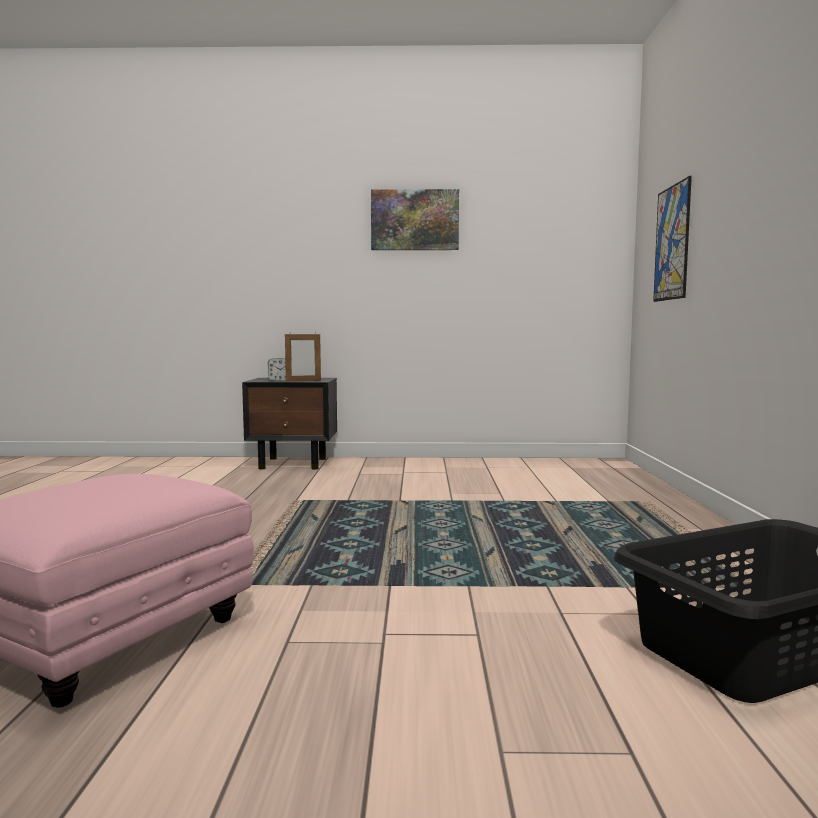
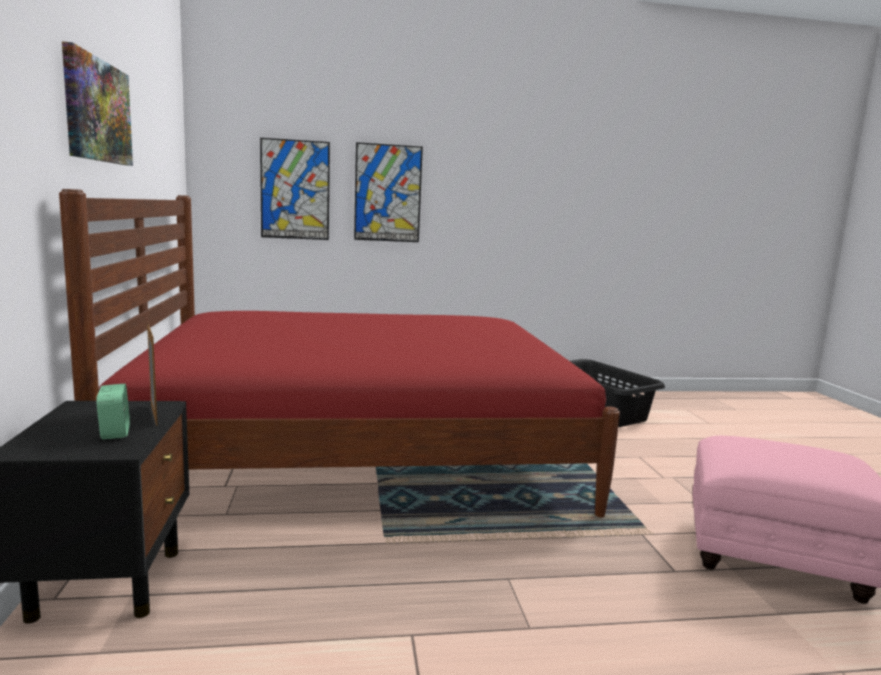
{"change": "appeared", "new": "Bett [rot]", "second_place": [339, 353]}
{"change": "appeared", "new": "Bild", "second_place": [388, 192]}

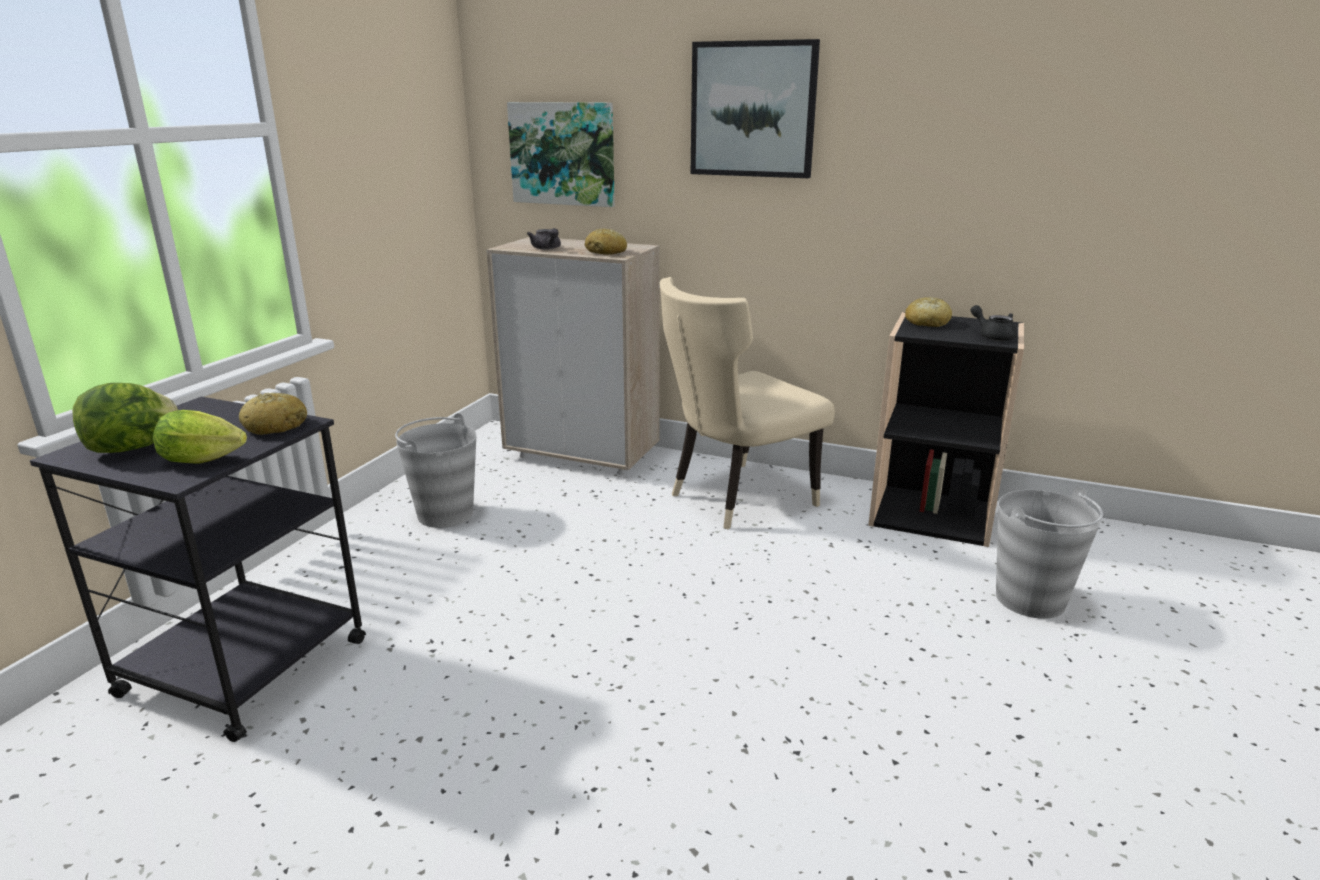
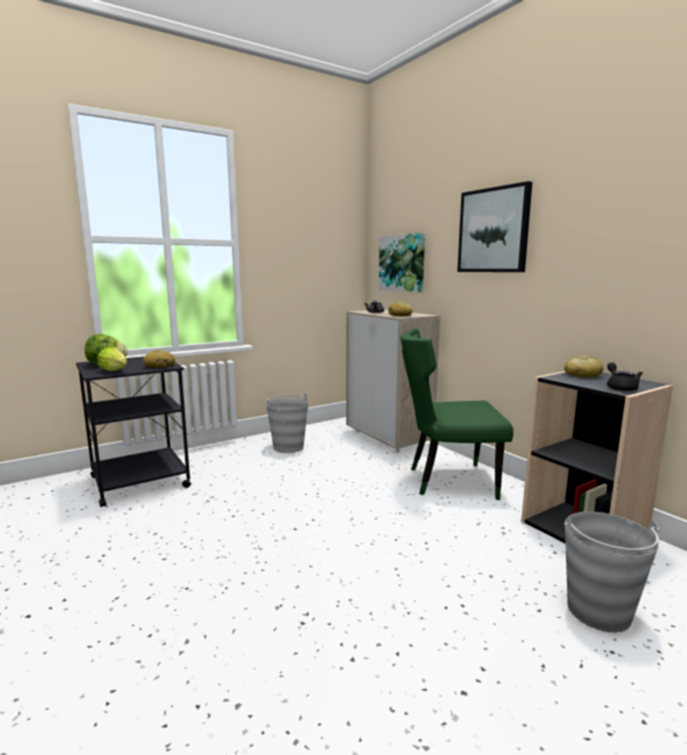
{"change": "colour", "old": "Stuhl [beige]", "new": "Stuhl [grün]", "first_place": [747, 403], "second_place": [457, 414]}

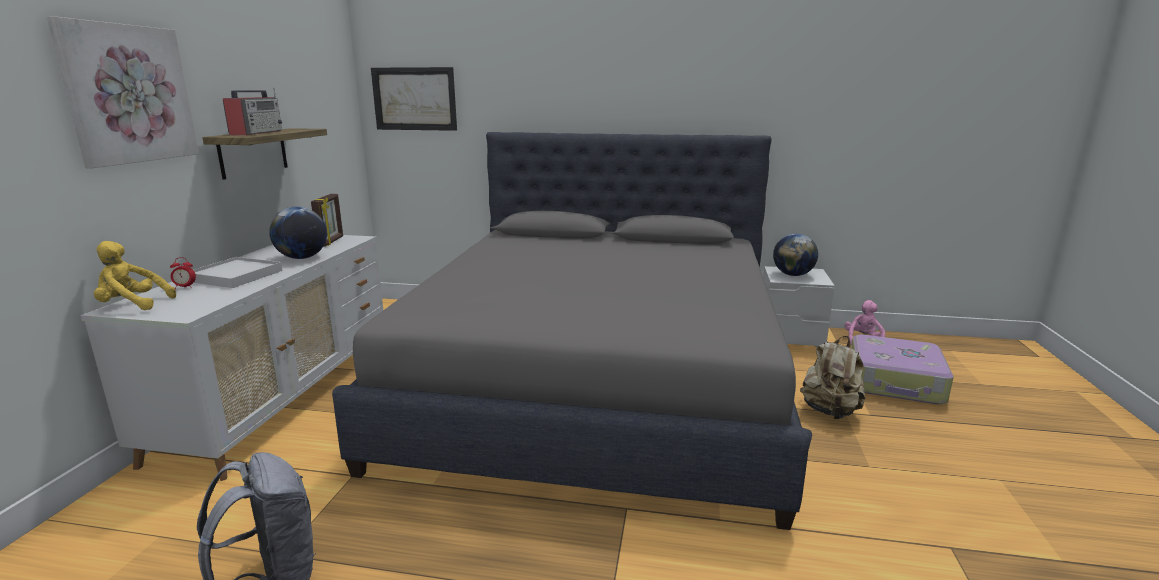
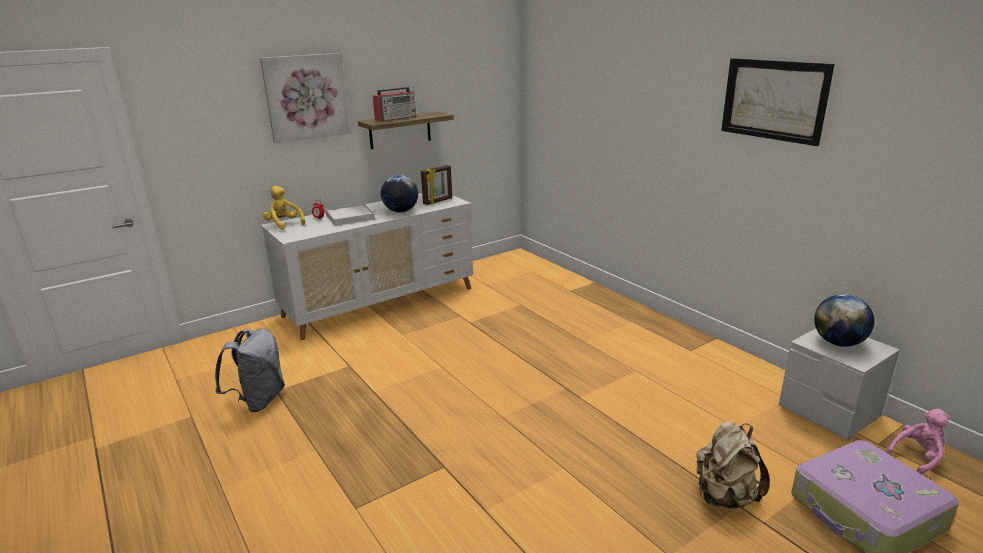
{"change": "relocated", "old": "Bild", "first_place": [414, 99], "second_place": [778, 102]}
{"change": "missing", "old": "Bett [grau]", "first_place": [572, 331]}

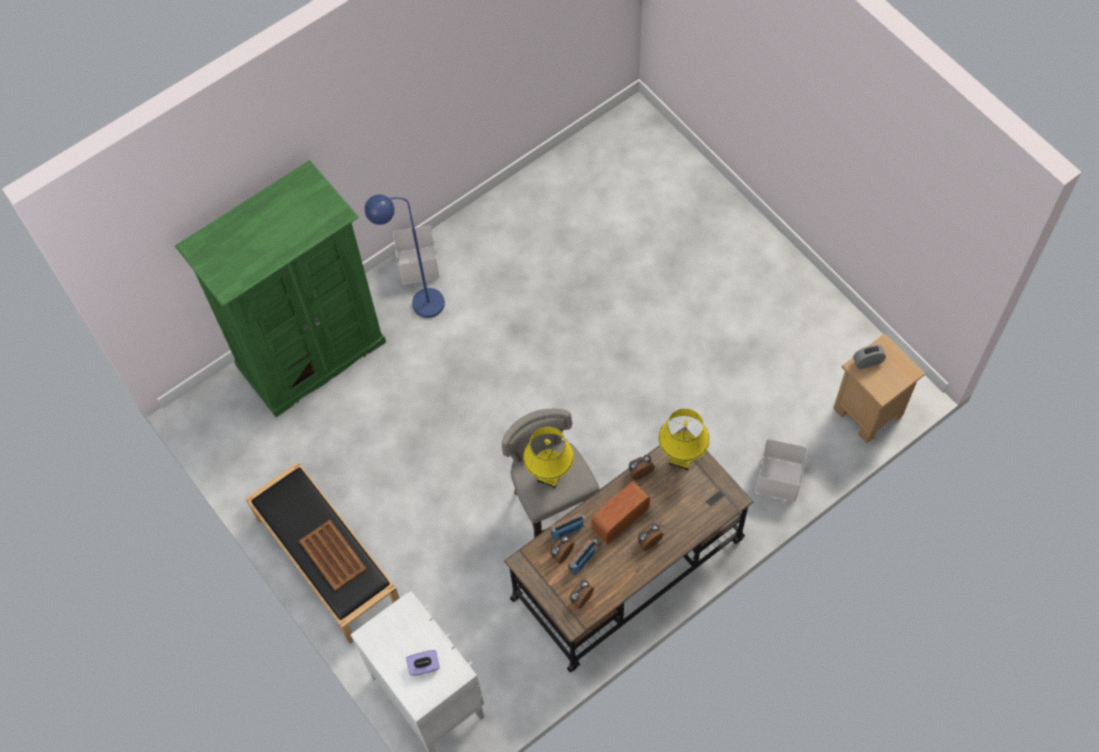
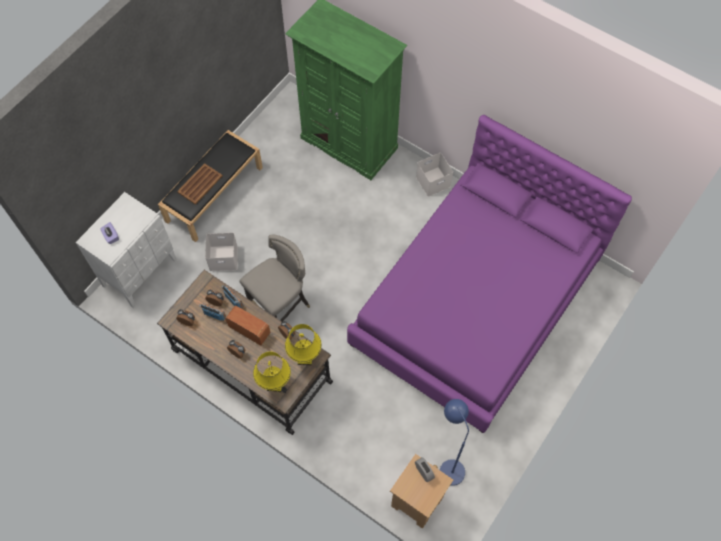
{"change": "relocated", "old": "Aufbewahrungsbox [weiß]", "first_place": [781, 470], "second_place": [221, 252]}
{"change": "relocated", "old": "Tischlampe [gelb]", "first_place": [548, 457], "second_place": [272, 372]}
{"change": "appeared", "new": "Bett [lila]", "second_place": [489, 274]}
{"change": "relocated", "old": "Stehlampe [blau]", "first_place": [405, 256], "second_place": [454, 442]}

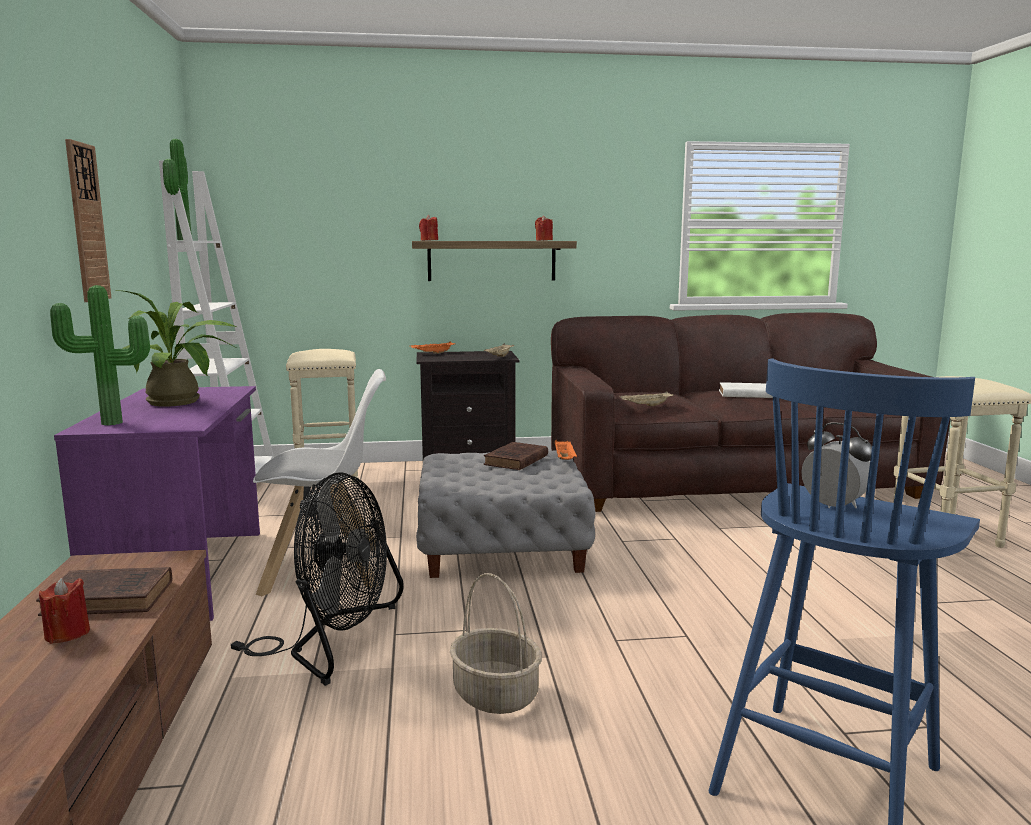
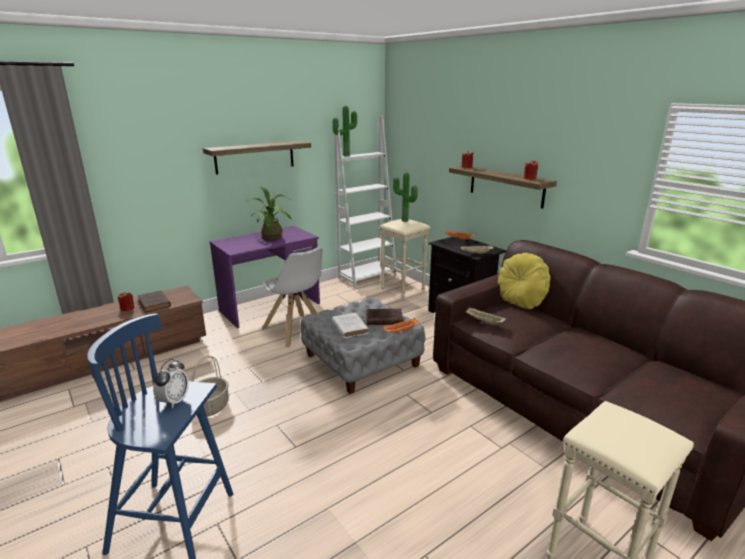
{"change": "exchanged", "old": "Wanduhr", "new": "Wandregal", "first_place": [88, 220], "second_place": [257, 158]}
{"change": "relocated", "old": "Buch [weiß]", "first_place": [746, 390], "second_place": [350, 325]}
{"change": "relocated", "old": "Topfpflanze", "first_place": [100, 355], "second_place": [405, 197]}
{"change": "appeared", "new": "Kissen [gelb]", "second_place": [524, 281]}
{"change": "missing", "old": "Ventilator [schwarz]", "first_place": [317, 579]}

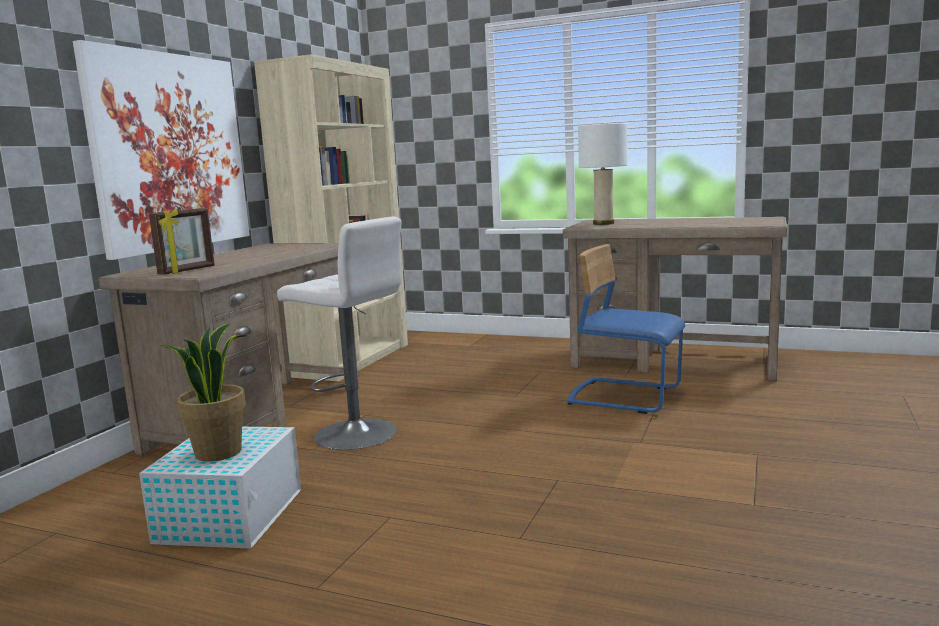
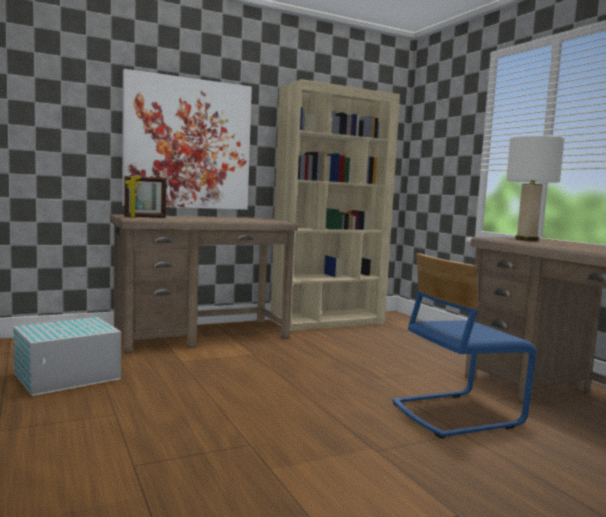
{"change": "spun", "old": "Stuhl [blau]", "first_place": [626, 329], "second_place": [465, 346], "degrees": -90}
{"change": "missing", "old": "Topfpflanze", "first_place": [204, 392]}
{"change": "missing", "old": "Hocker [weiß]", "first_place": [339, 333]}

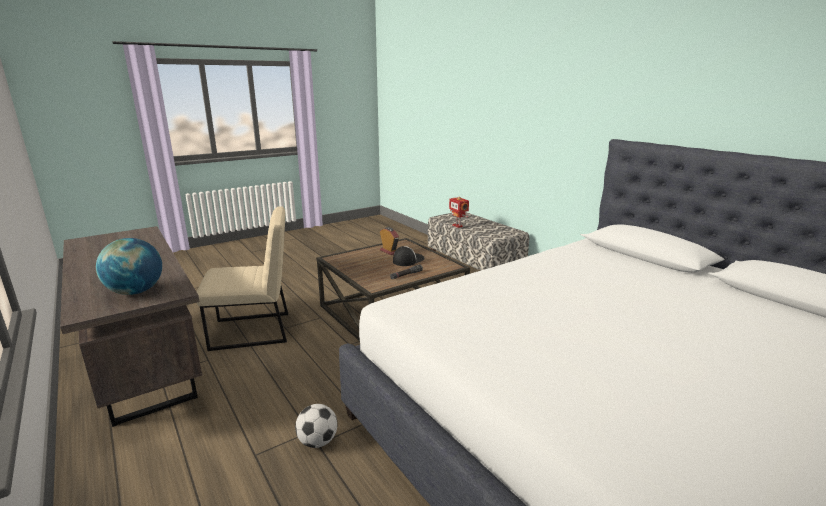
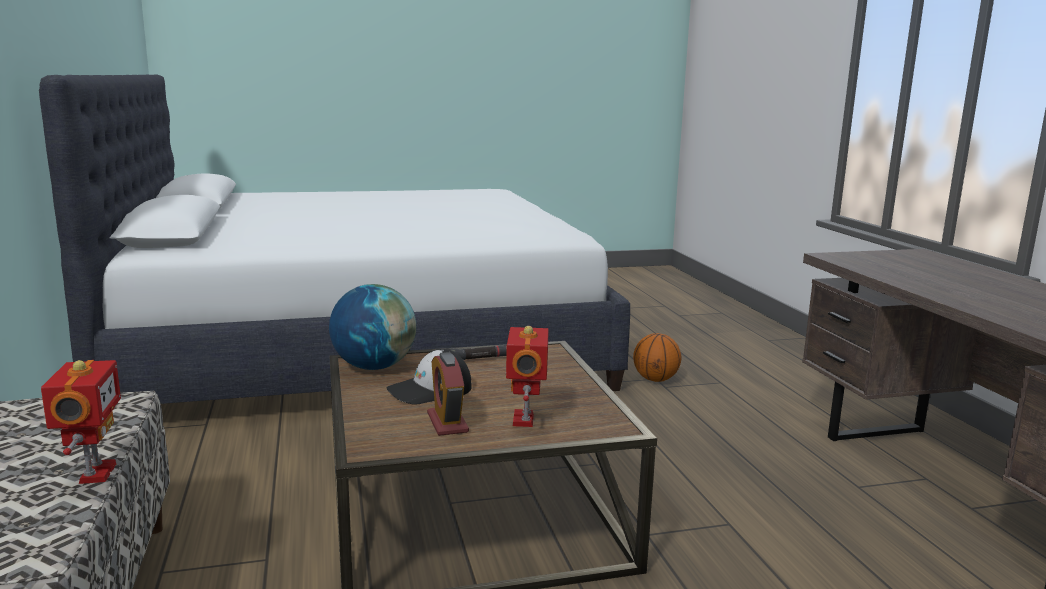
{"change": "relocated", "old": "Globus", "first_place": [129, 266], "second_place": [372, 327]}
{"change": "appeared", "new": "Spielzeugroboter", "second_place": [527, 376]}
{"change": "exchanged", "old": "Fußball", "new": "Basketball", "first_place": [316, 426], "second_place": [657, 357]}
{"change": "missing", "old": "Stuhl [beige]", "first_place": [242, 278]}

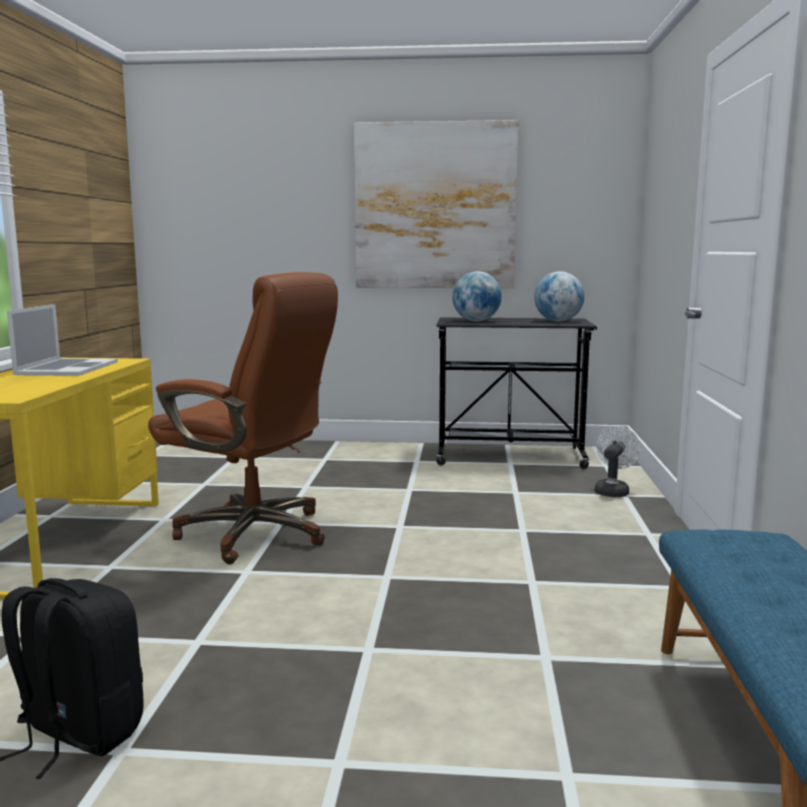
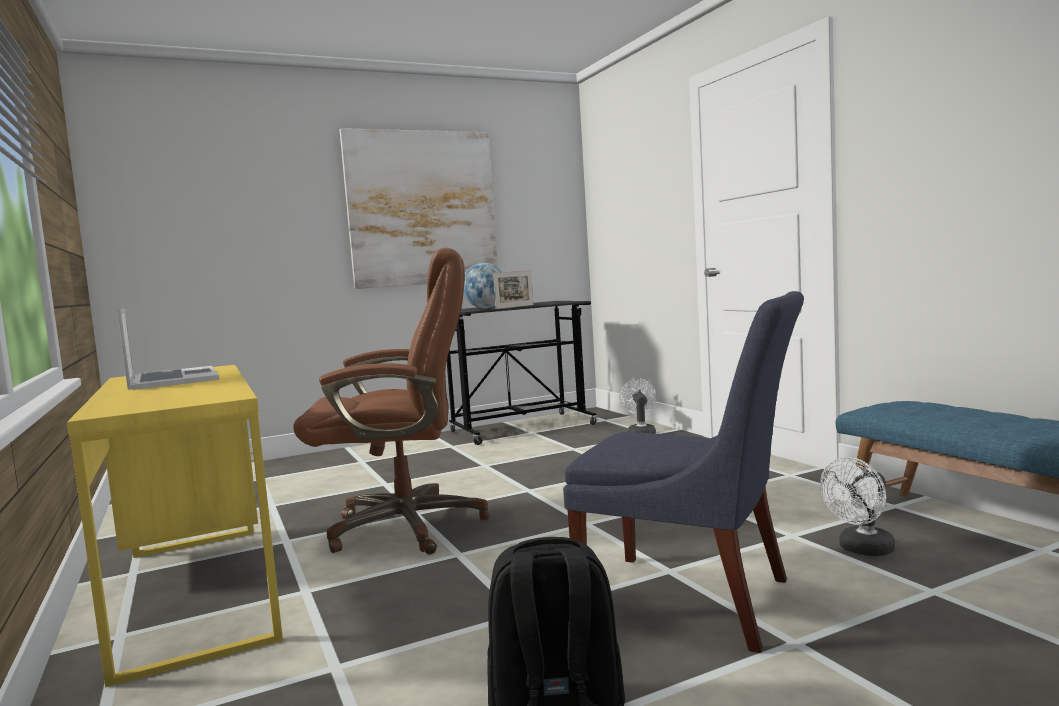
{"change": "appeared", "new": "Bilderrahmen", "second_place": [513, 289]}
{"change": "appeared", "new": "Stuhl [blau]", "second_place": [683, 472]}
{"change": "appeared", "new": "Ventilator [weiß]", "second_place": [857, 506]}
{"change": "missing", "old": "Globus", "first_place": [559, 296]}

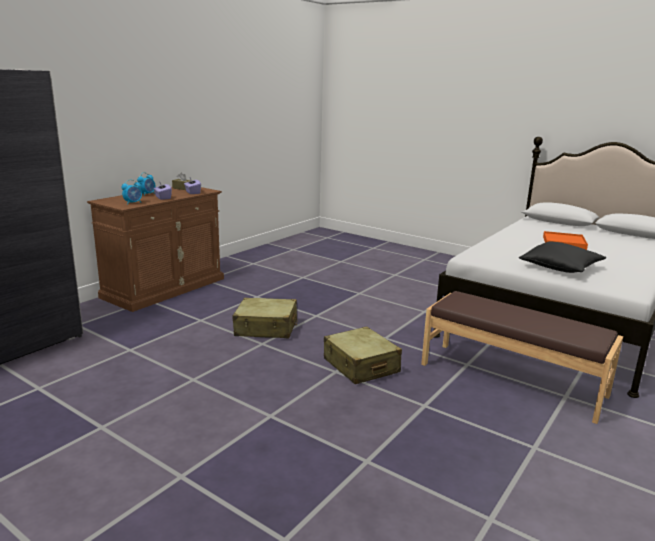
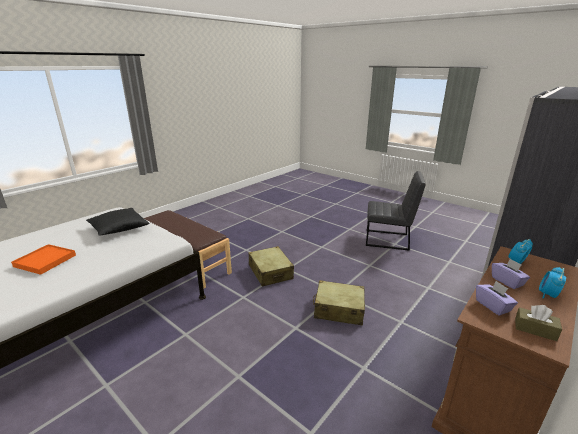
{"change": "appeared", "new": "Stuhl [grau]", "second_place": [396, 211]}

